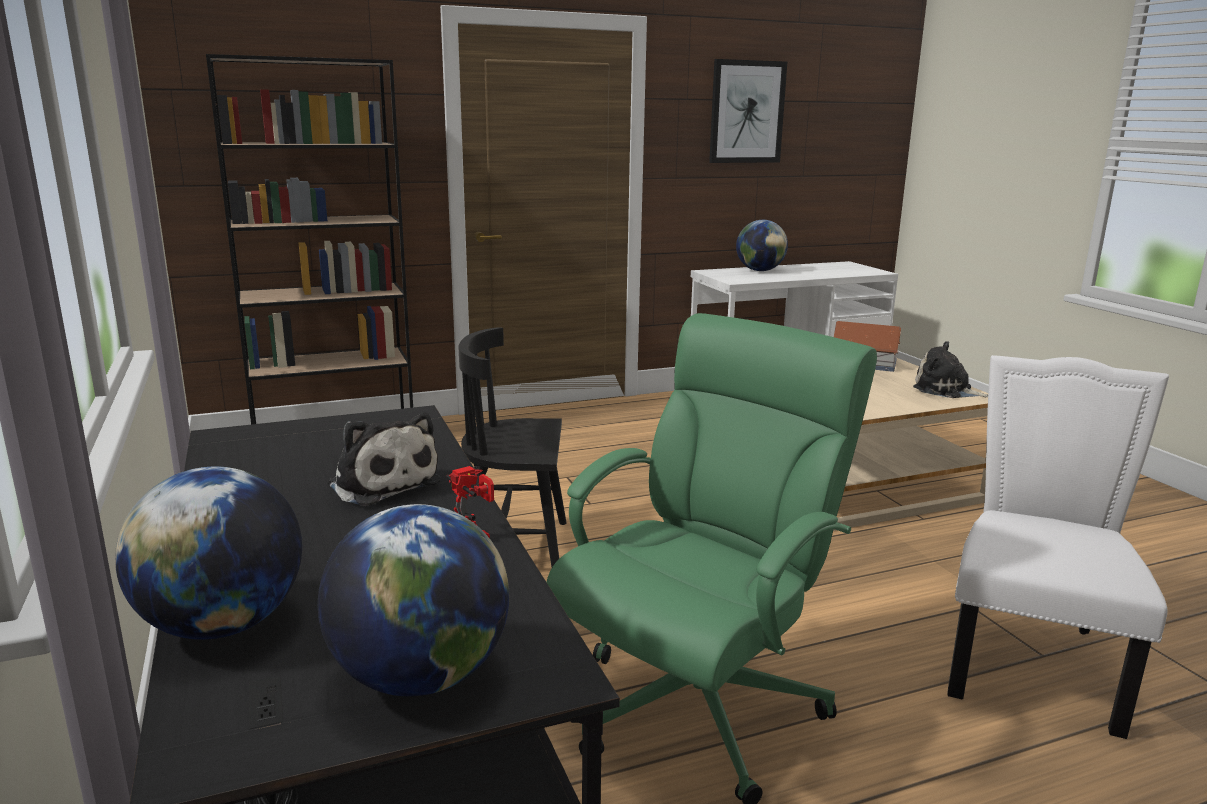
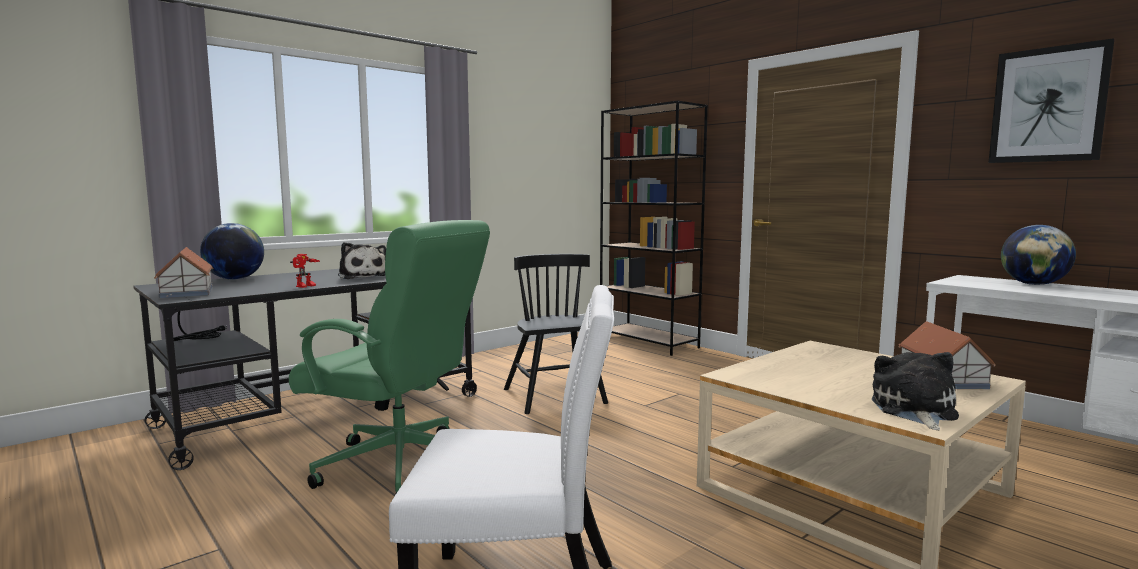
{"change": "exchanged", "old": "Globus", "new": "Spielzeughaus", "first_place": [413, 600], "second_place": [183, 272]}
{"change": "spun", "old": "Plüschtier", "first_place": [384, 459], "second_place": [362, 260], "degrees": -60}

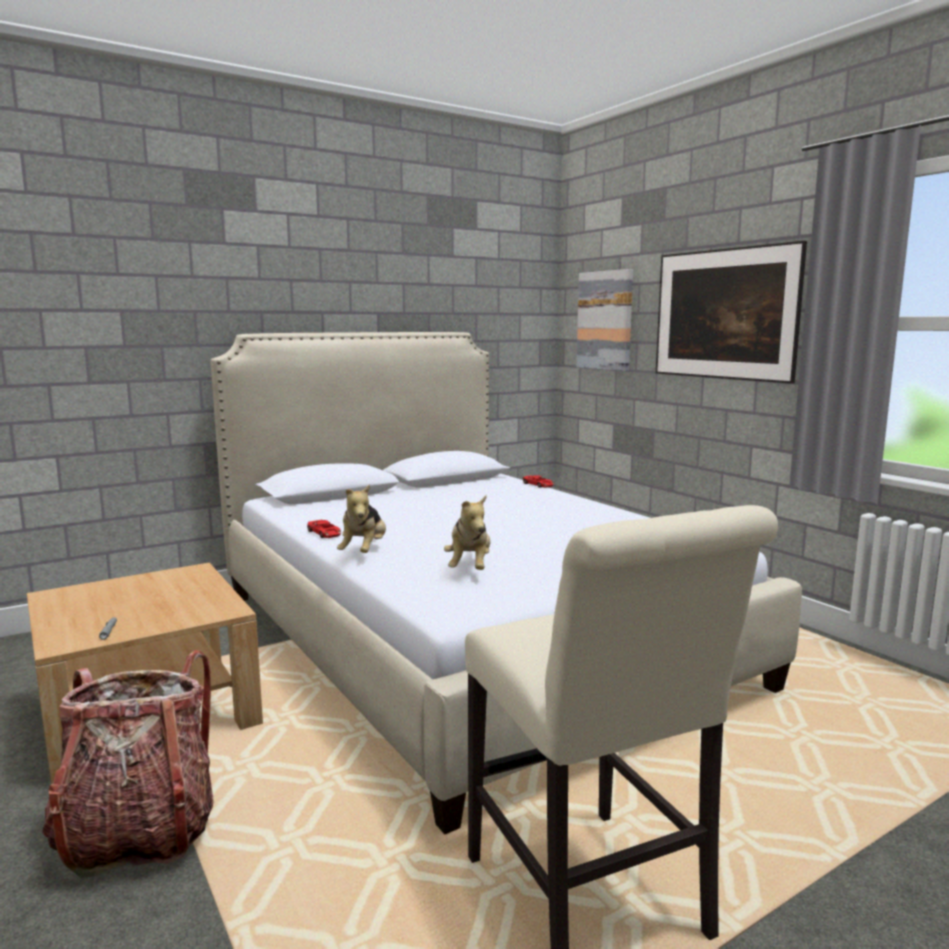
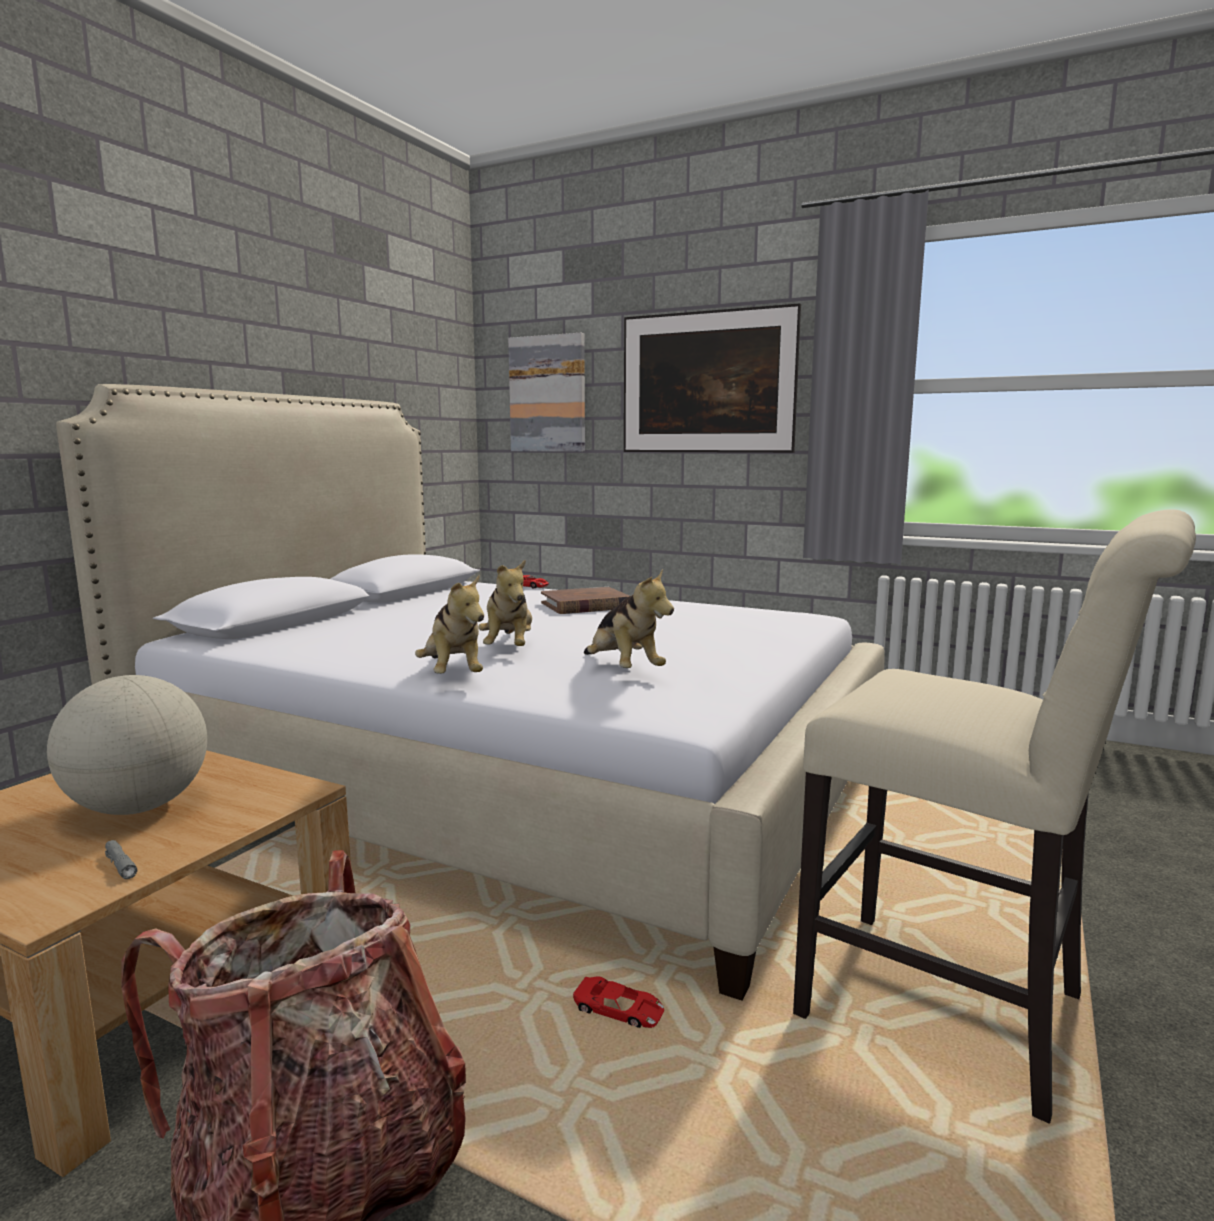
{"change": "appeared", "new": "Globus", "second_place": [127, 745]}
{"change": "appeared", "new": "Plüschtier", "second_place": [505, 602]}
{"change": "appeared", "new": "Buch [braun]", "second_place": [585, 600]}
{"change": "relocated", "old": "Spielzeugauto [rot]", "first_place": [324, 529], "second_place": [618, 1002]}

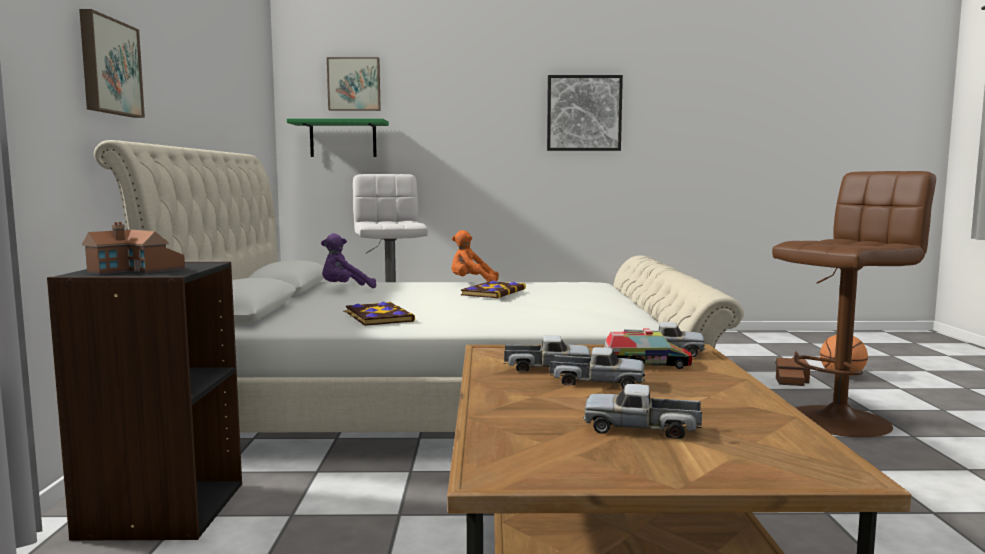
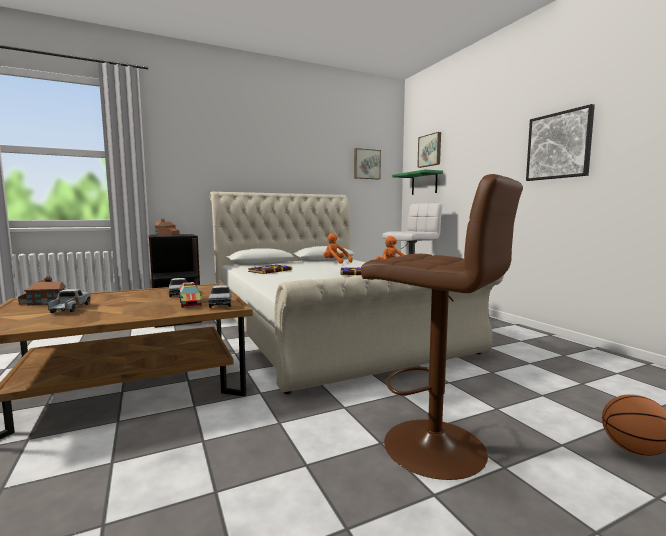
{"change": "relocated", "old": "Spielzeughaus", "first_place": [792, 368], "second_place": [42, 291]}
{"change": "colour", "old": "Plüschtier [lila]", "new": "Plüschtier [orange]", "first_place": [349, 260], "second_place": [338, 248]}
{"change": "relocated", "old": "Bild", "first_place": [112, 63], "second_place": [367, 163]}
{"change": "missing", "old": "Spielzeuglaster", "first_place": [597, 368]}

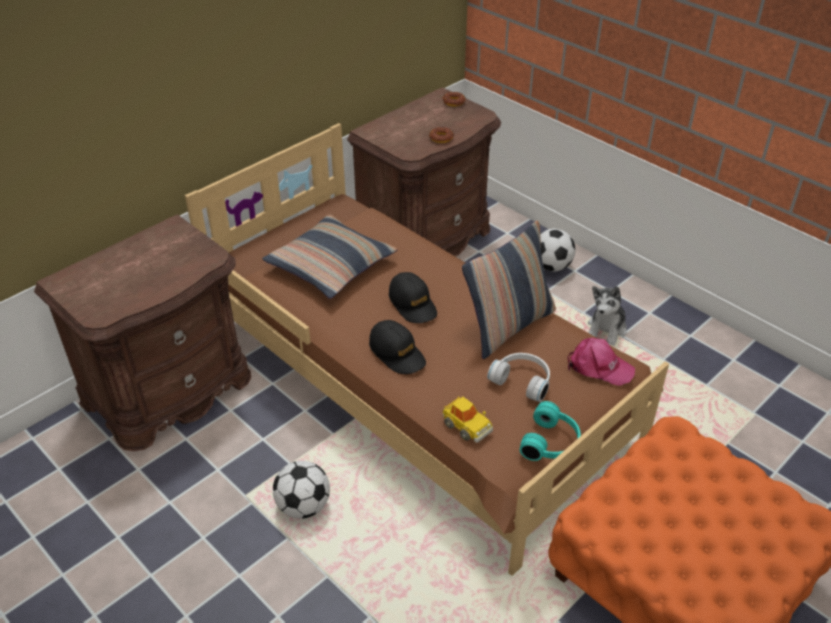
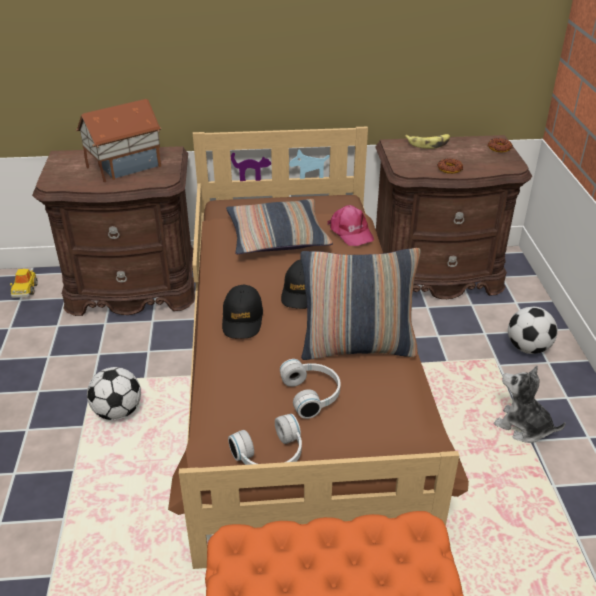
{"change": "relocated", "old": "Spielzeugauto", "first_place": [468, 419], "second_place": [24, 283]}
{"change": "appeared", "new": "Spielzeughaus", "second_place": [119, 140]}
{"change": "colour", "old": "Kopfhörer [türkis]", "new": "Kopfhörer [weiß]", "first_place": [550, 431], "second_place": [265, 439]}
{"change": "relocated", "old": "Kappe [rosa]", "first_place": [601, 362], "second_place": [351, 225]}
{"change": "appeared", "new": "Banane", "second_place": [427, 141]}
{"change": "spun", "old": "Plüschtier", "first_place": [607, 316], "second_place": [530, 404], "degrees": 60}

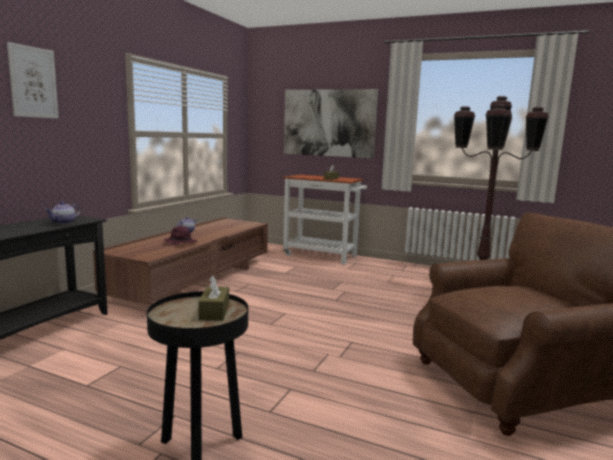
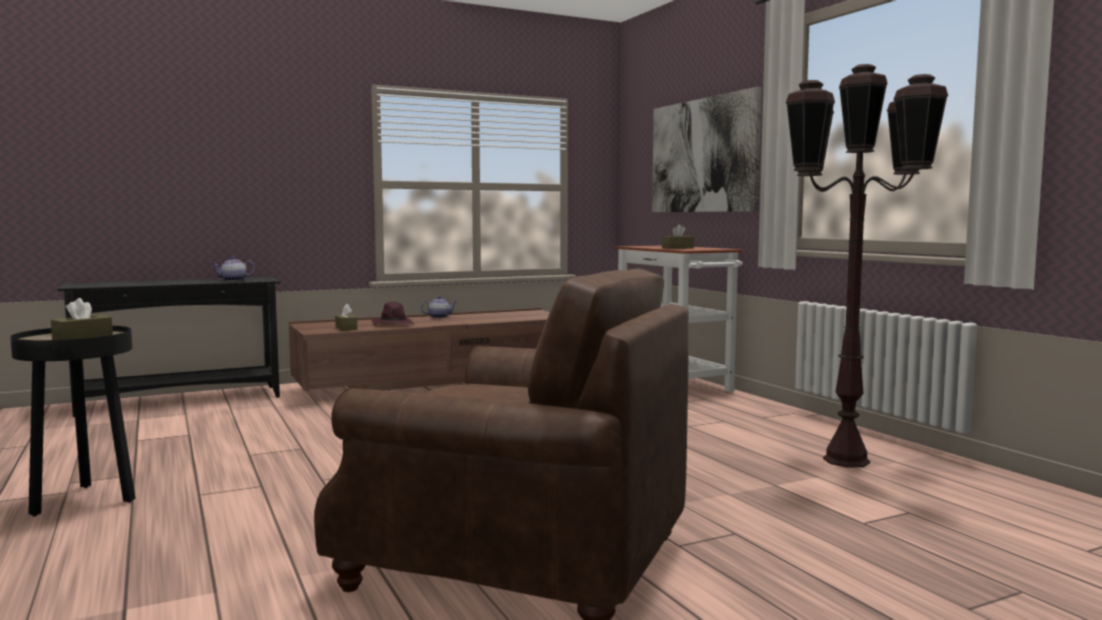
{"change": "appeared", "new": "Taschentuchbox [braun]", "second_place": [346, 317]}
{"change": "missing", "old": "Bild", "first_place": [33, 80]}

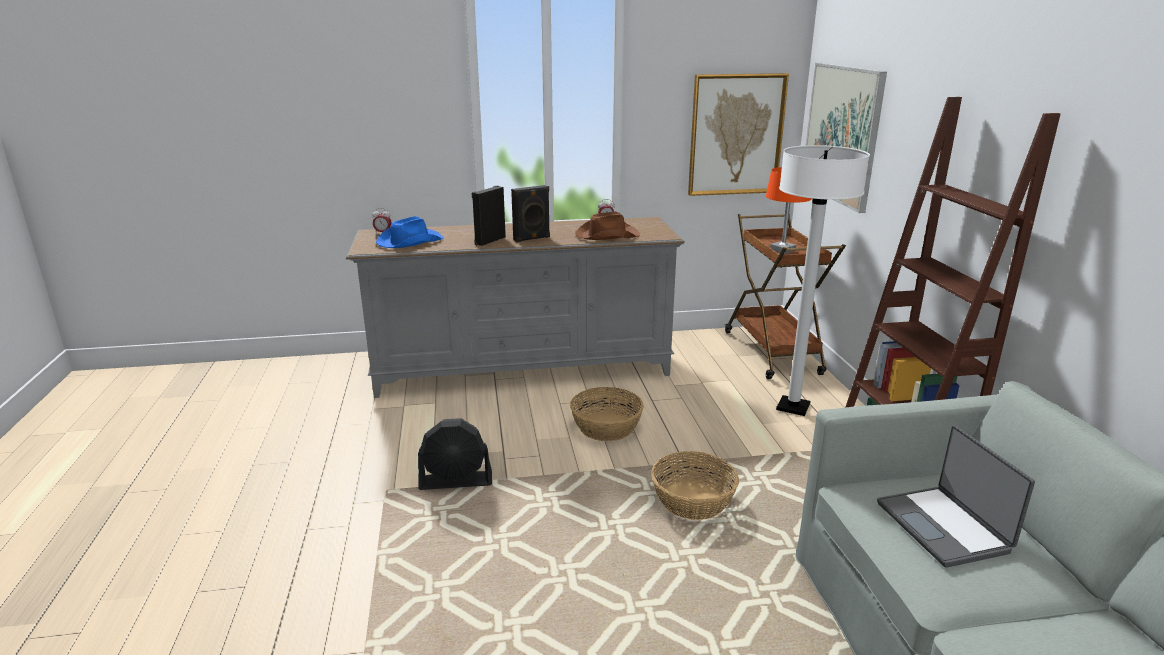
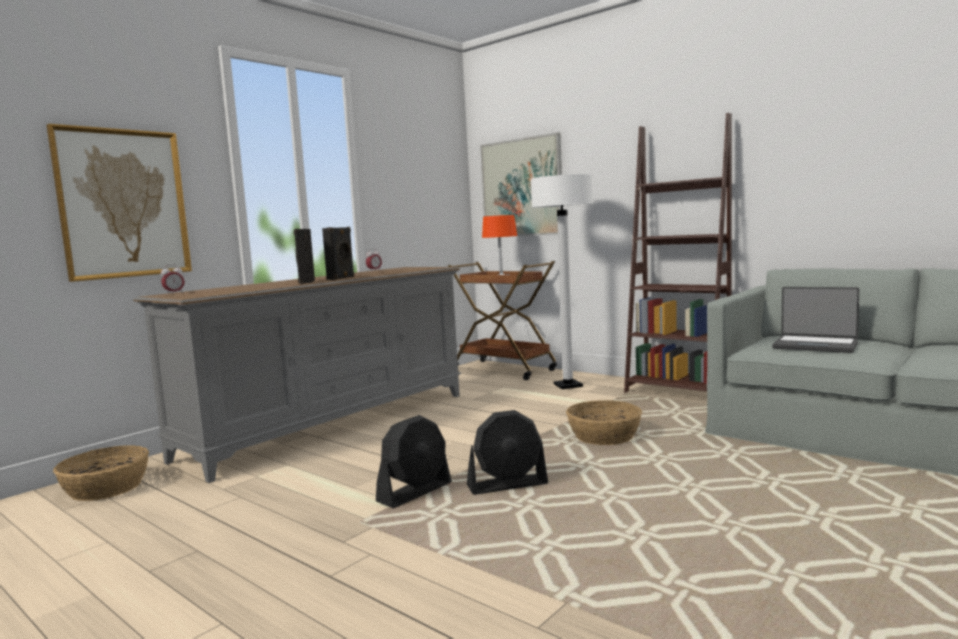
{"change": "relocated", "old": "Bild", "first_place": [738, 134], "second_place": [119, 203]}
{"change": "relocated", "old": "Korb", "first_place": [607, 414], "second_place": [101, 473]}
{"change": "appeared", "new": "Ventilator [schwarz]", "second_place": [507, 452]}
{"change": "missing", "old": "Hut [blau]", "first_place": [409, 232]}
{"change": "missing", "old": "Hut [braun]", "first_place": [607, 226]}

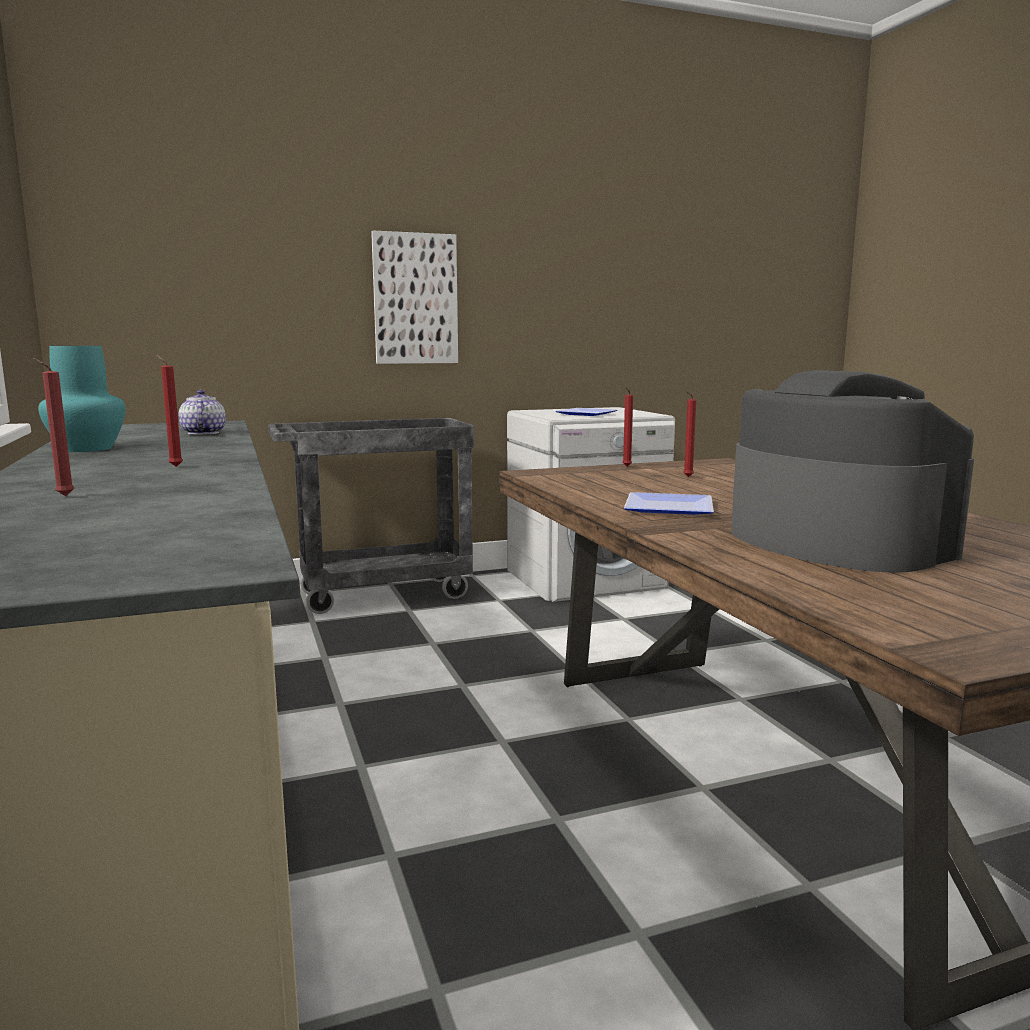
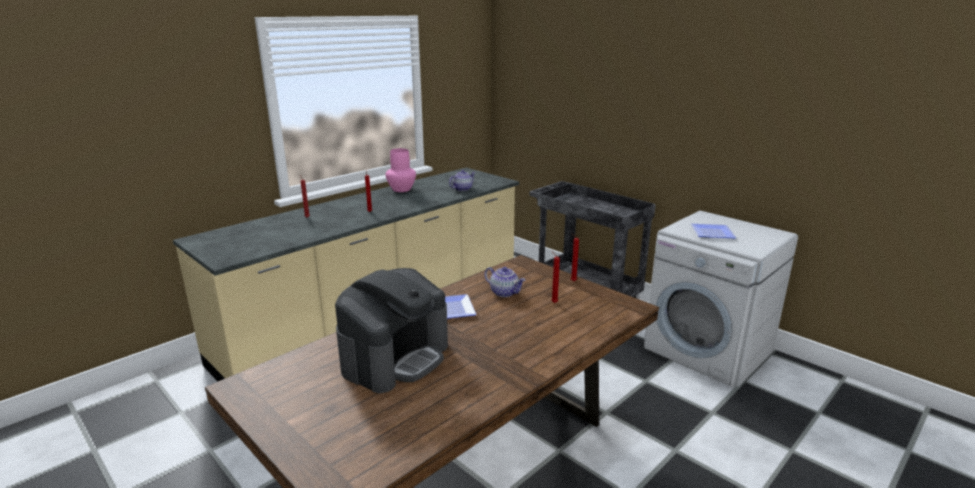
{"change": "colour", "old": "Vase [türkis]", "new": "Vase [rosa]", "first_place": [81, 399], "second_place": [400, 170]}
{"change": "appeared", "new": "Teekanne", "second_place": [504, 282]}
{"change": "missing", "old": "Bild", "first_place": [414, 297]}

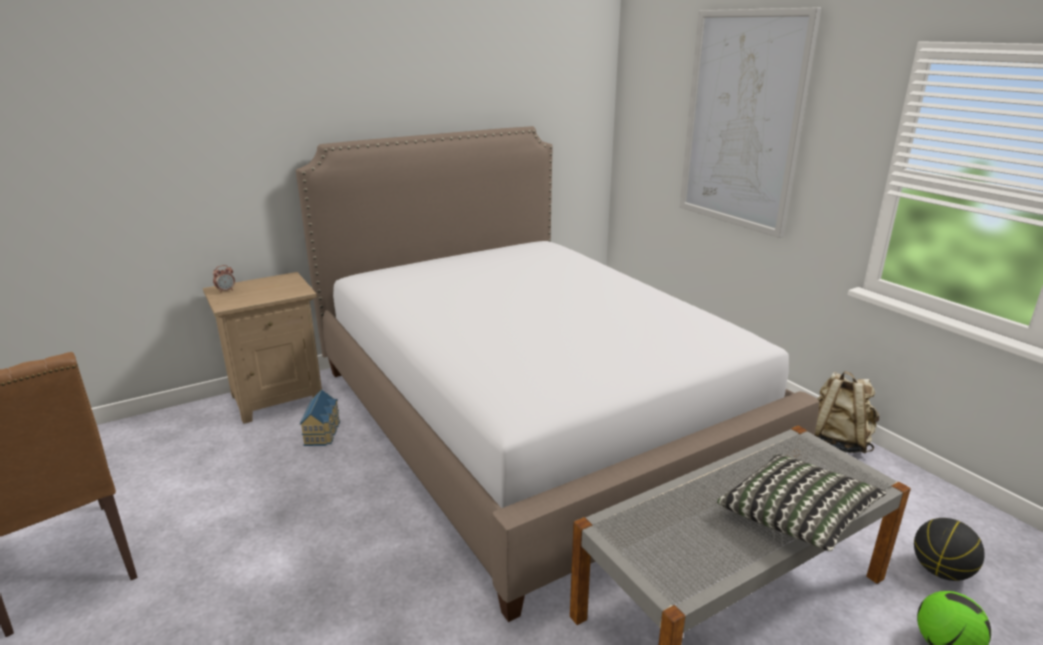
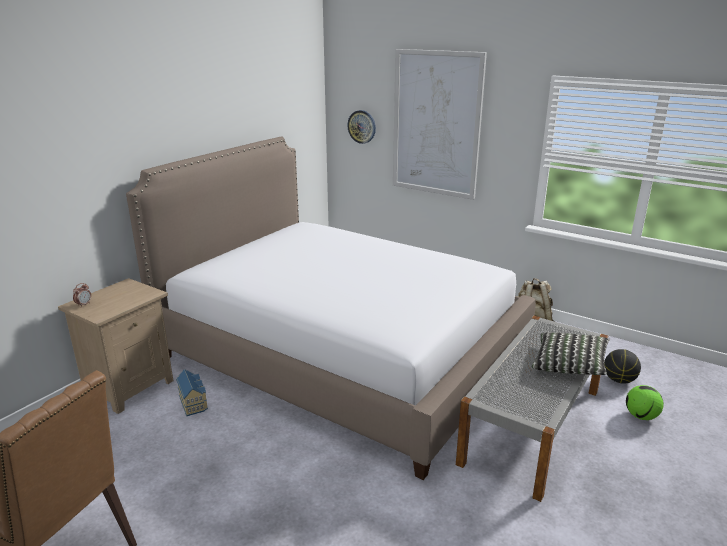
{"change": "appeared", "new": "Wanduhr", "second_place": [361, 127]}

